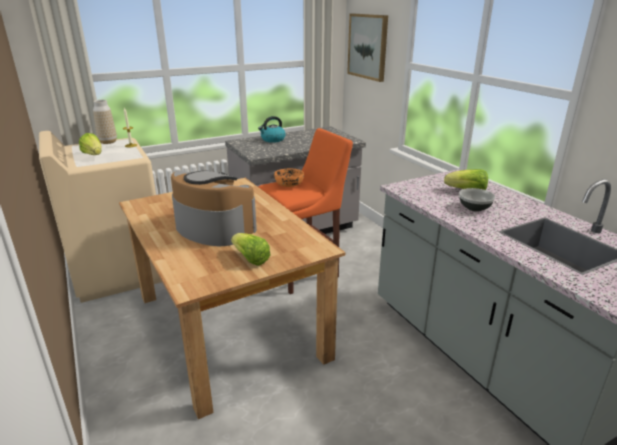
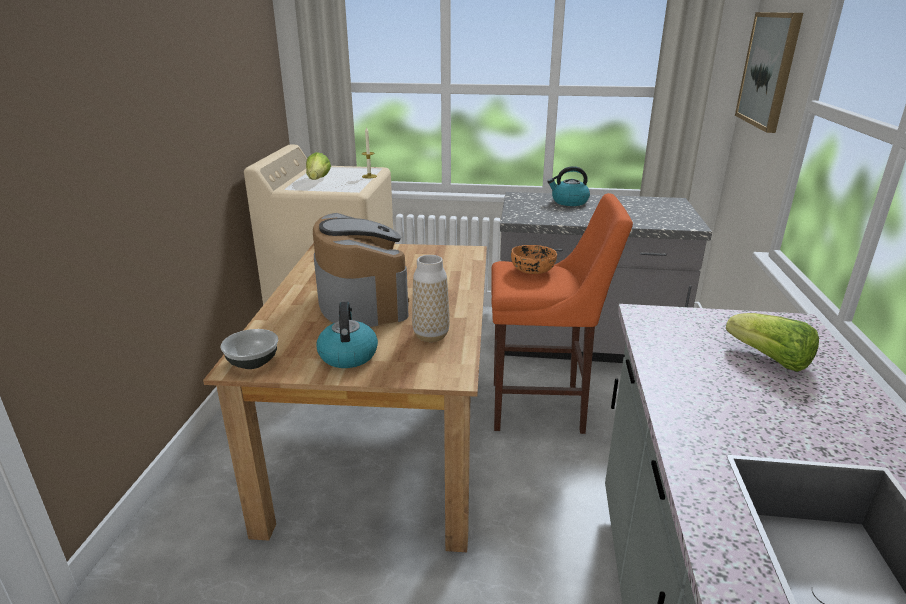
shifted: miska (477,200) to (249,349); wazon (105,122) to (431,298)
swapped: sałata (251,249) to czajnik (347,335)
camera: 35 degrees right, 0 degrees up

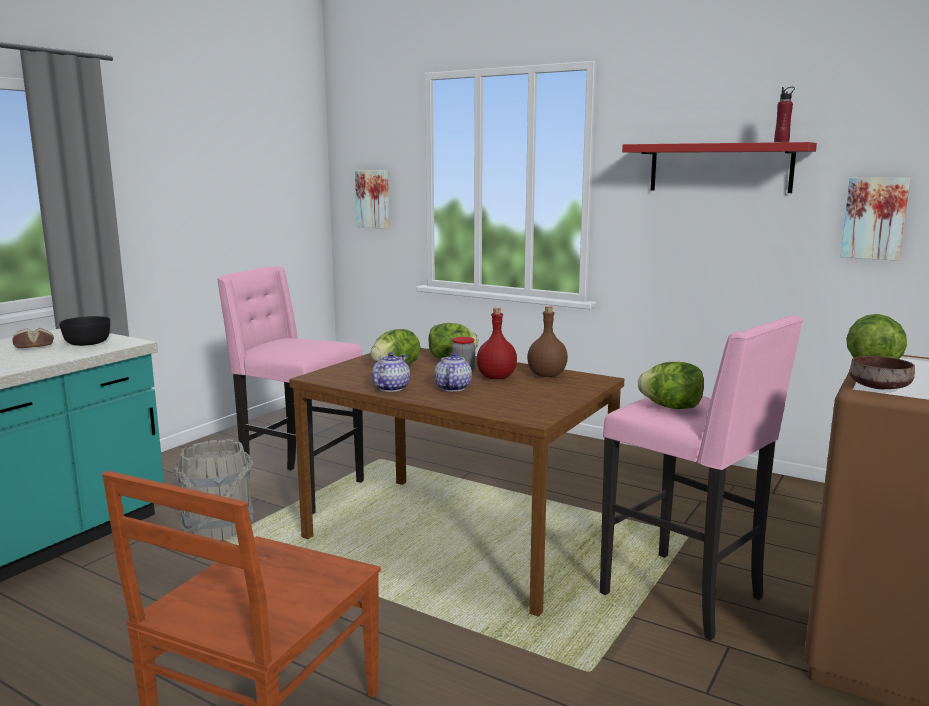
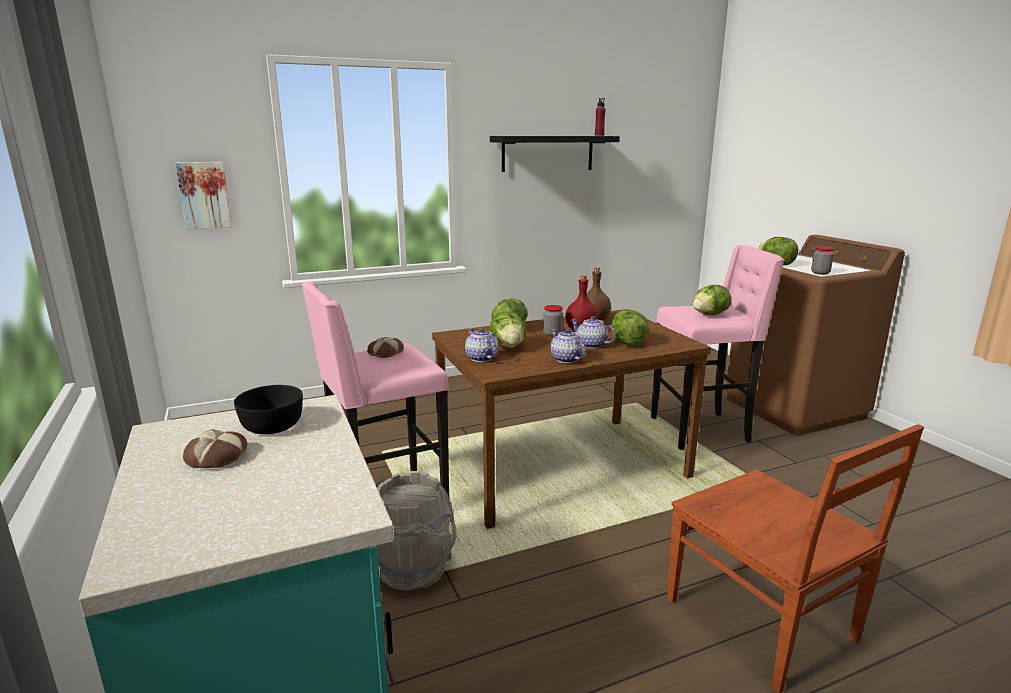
gone: obraz (876,219)
new: chleb (385,347); imbryk (481,345); sałata (630,327)
swapped: miska/brązowy (882,372) to słoik (822,260)
repainted: półka/czerwony (719,167) to półka/czarny (555,154)
camera: 55 degrees left, 5 degrees up

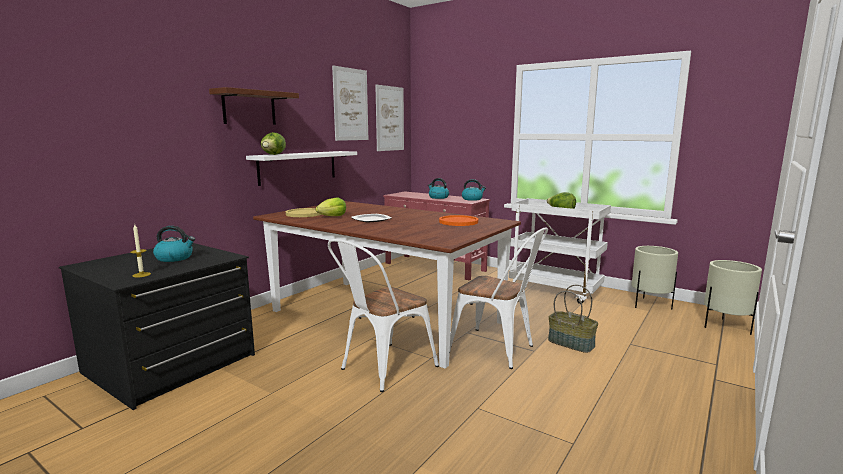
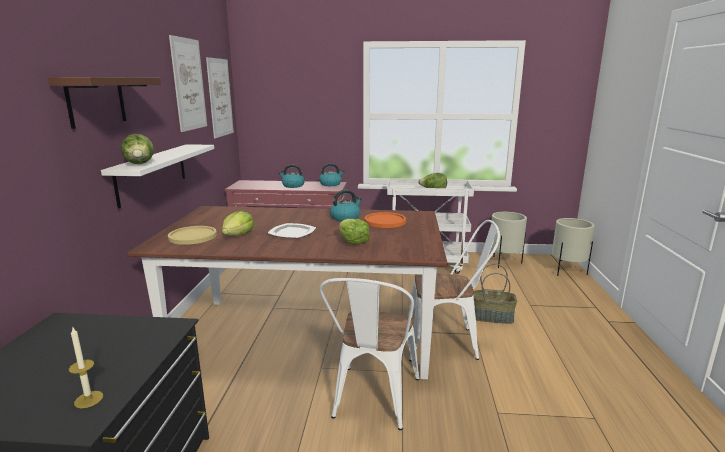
new: sałata (354,232)
shifted: czajnik (174,244) to (346,205)
camera: 30 degrees left, 5 degrees up

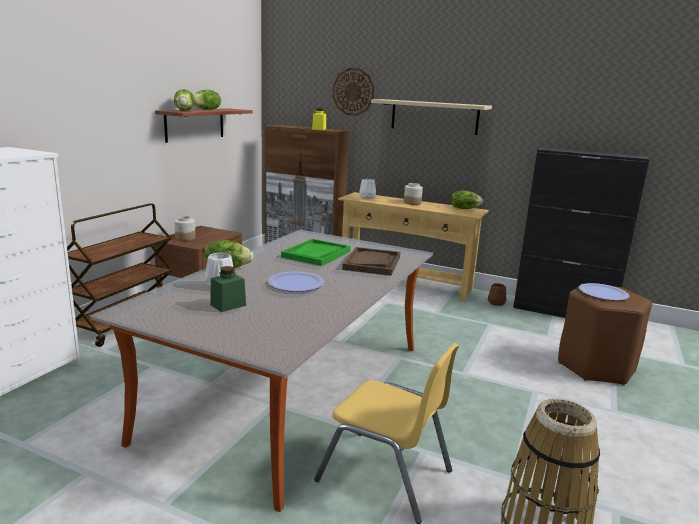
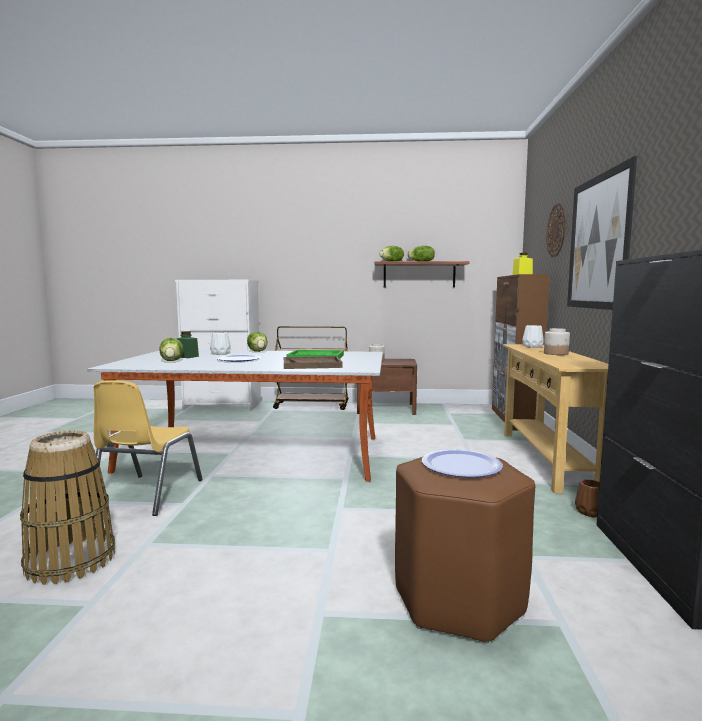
shifted: sałata (467,199) to (171,349)
swapped: półka/beżowy (431,117) to obraz (602,233)
camera: 70 degrees right, 10 degrees down

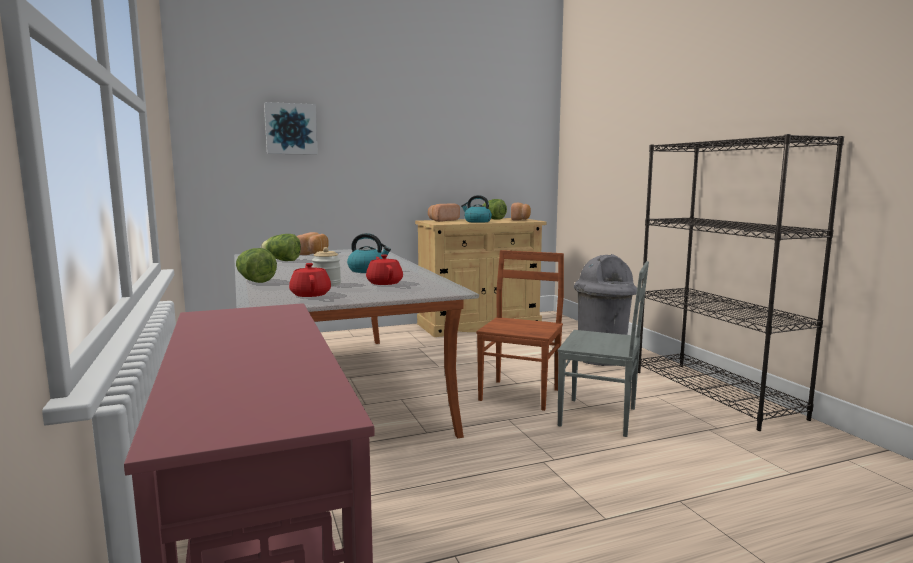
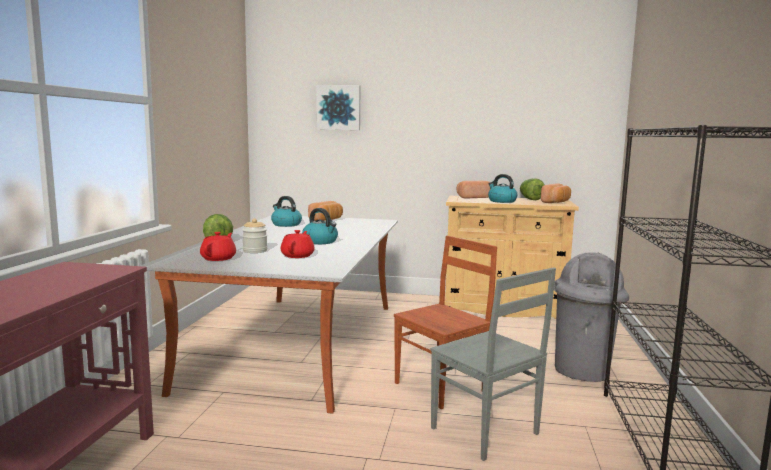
swapped: sałata (281,247) to czajnik (286,211)
camera: 30 degrees right, 0 degrees up

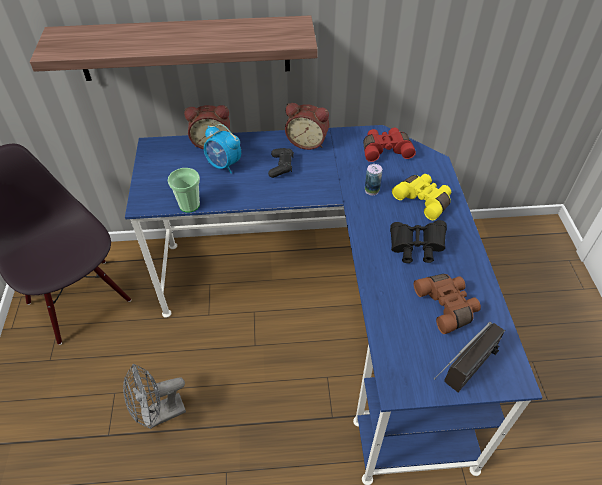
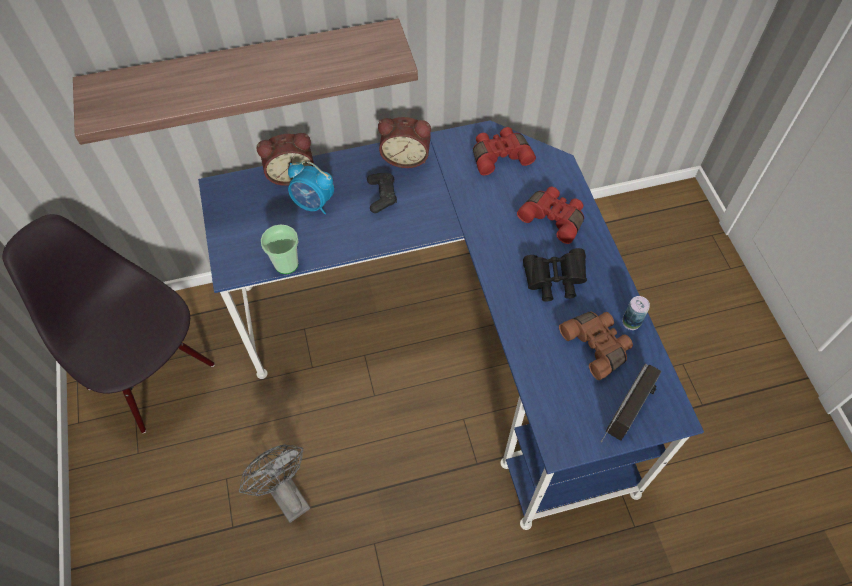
shifted: puszka (373,179) to (636,313)
repainted: lornetka/żółty (421,197) to lornetka/czerwony (550,215)
rotated: wentylator/szary (154,396) = (274,483) 90 degrees clockwise
camera: 10 degrees left, 10 degrees up

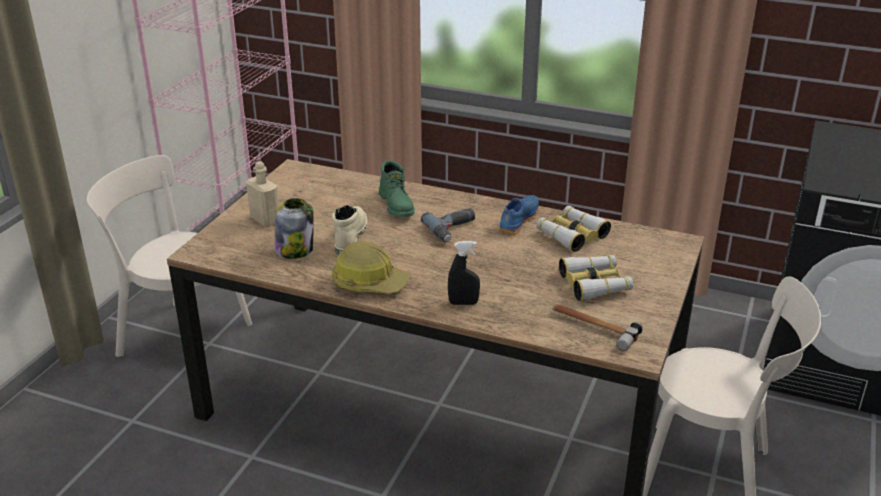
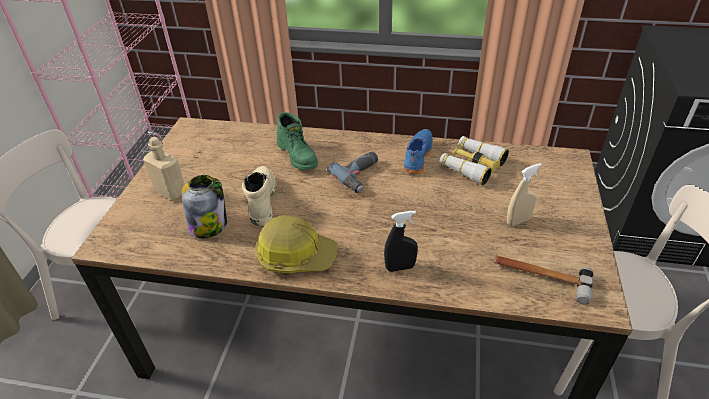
swapped: lornetka (596,278) to spryskiwacz/beżowy (524,194)
camera: 10 degrees left, 10 degrees up

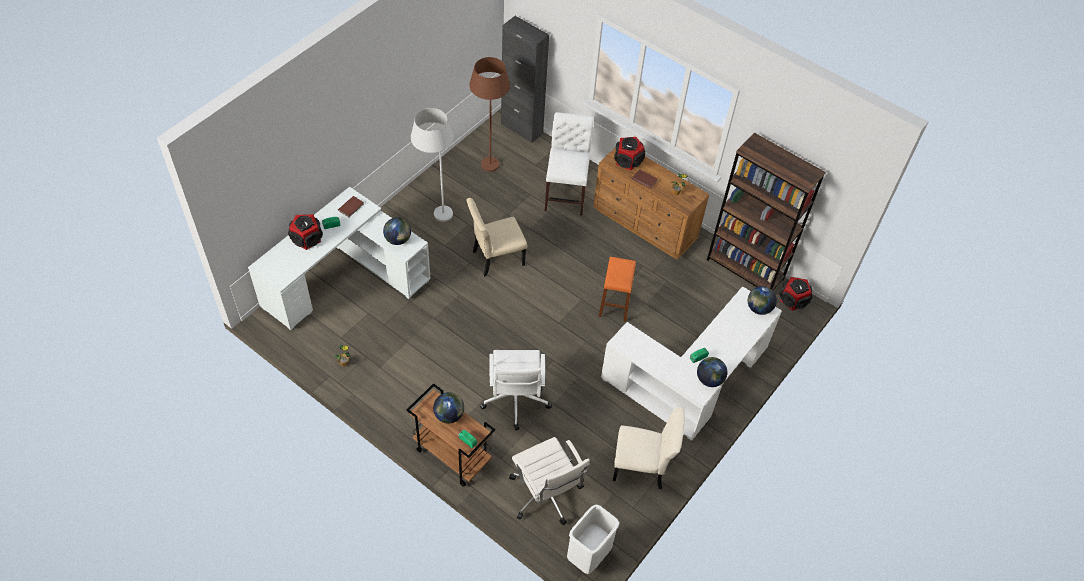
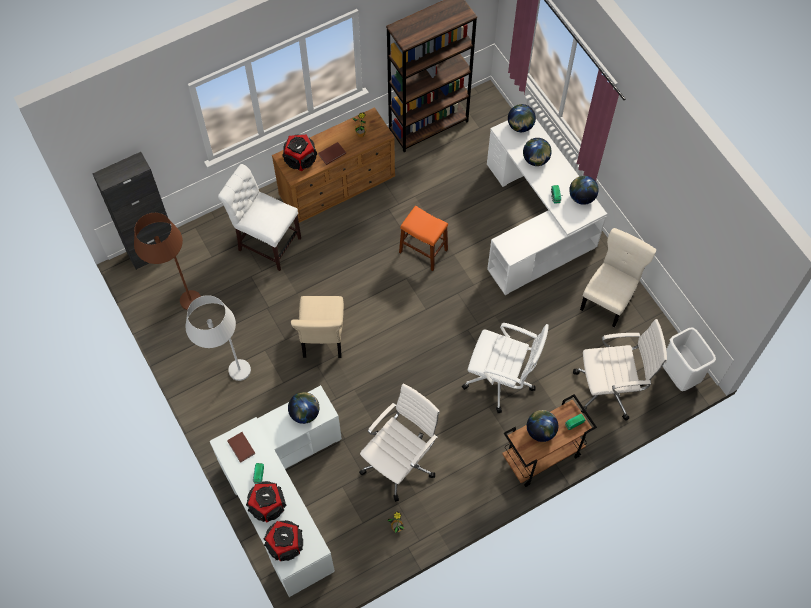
new: krzesło biurowe/biały (399,442); globus (537,152)
shifted: głośnik (796,294) to (283,540)
camera: 65 degrees left, 10 degrees up

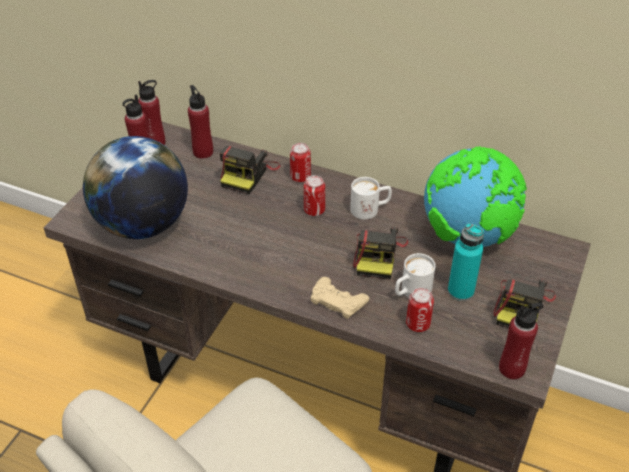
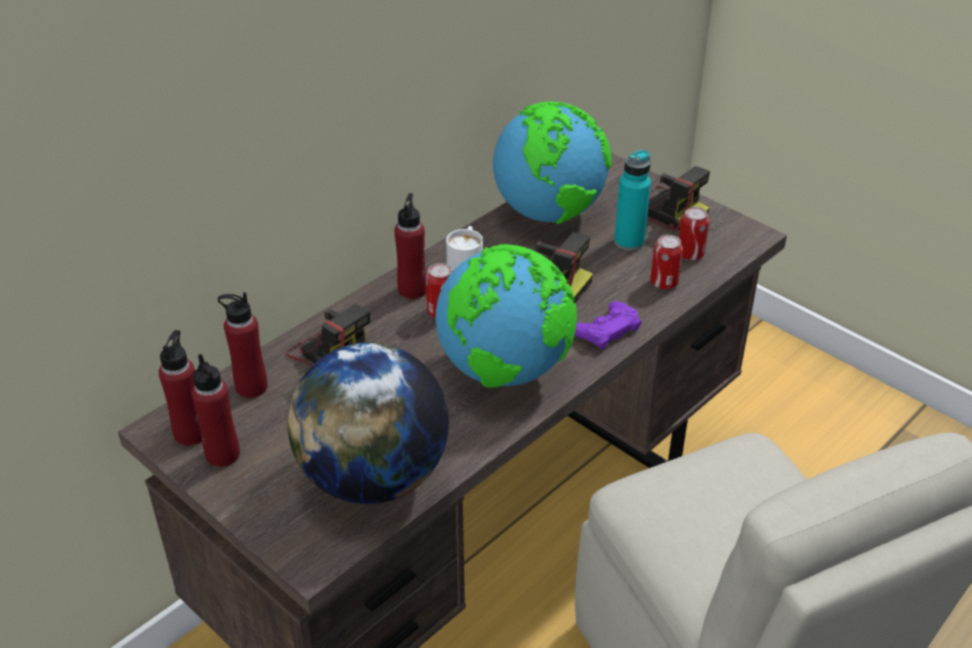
gone: kubek/biały (415,275)
new: globus (506,316)
shifted: butelka/czerwony (521,341) to (410,246); puszka (300,162) to (694,233)
repainted: pad do gier/beżowy (339,298) to pad do gier/fioletowy (608,325)
camera: 70 degrees left, 5 degrees down

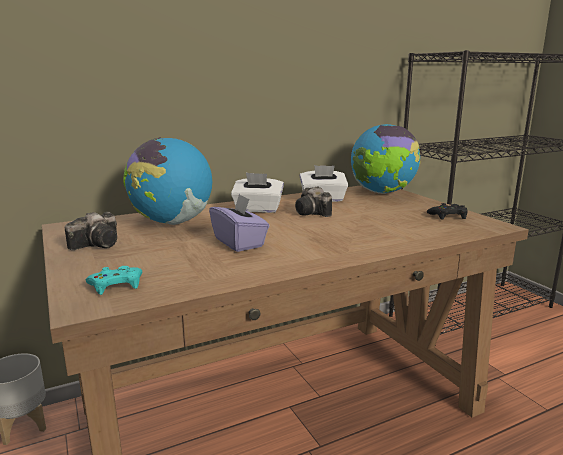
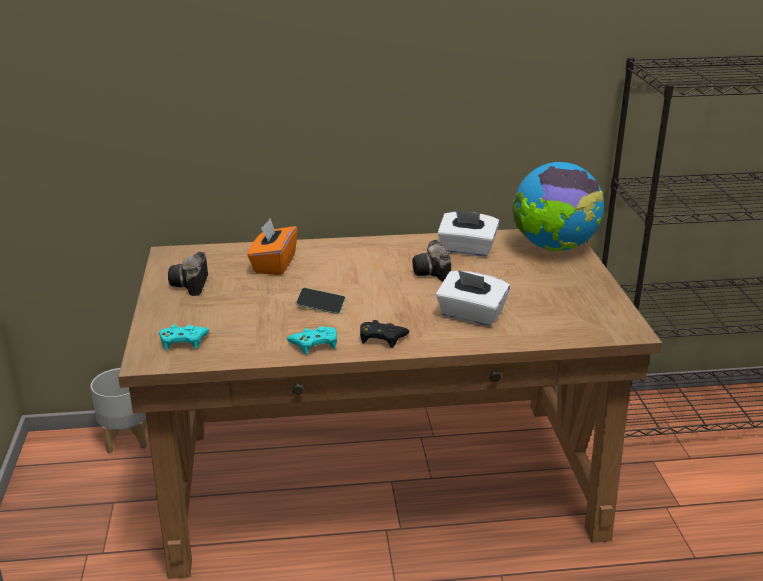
new: pad do gier/turkusowy (312,340)
shifted: pad do gier/czarny (447,211) to (384,334); pudełko chusteczek/biały (257,193) to (473,298)
swapped: globus (167,181) to pudełko chusteczek/pomarańczowy (272,246); pudełko chusteczek/fioletowy (239,223) to telefon (321,300)
rotated: aparat fotograficzny (91,231) = (188,274) 120 degrees clockwise
camera: 20 degrees right, 10 degrees up

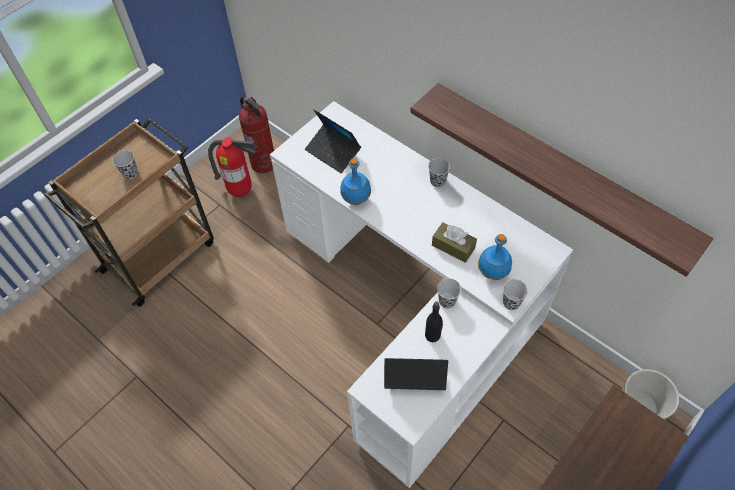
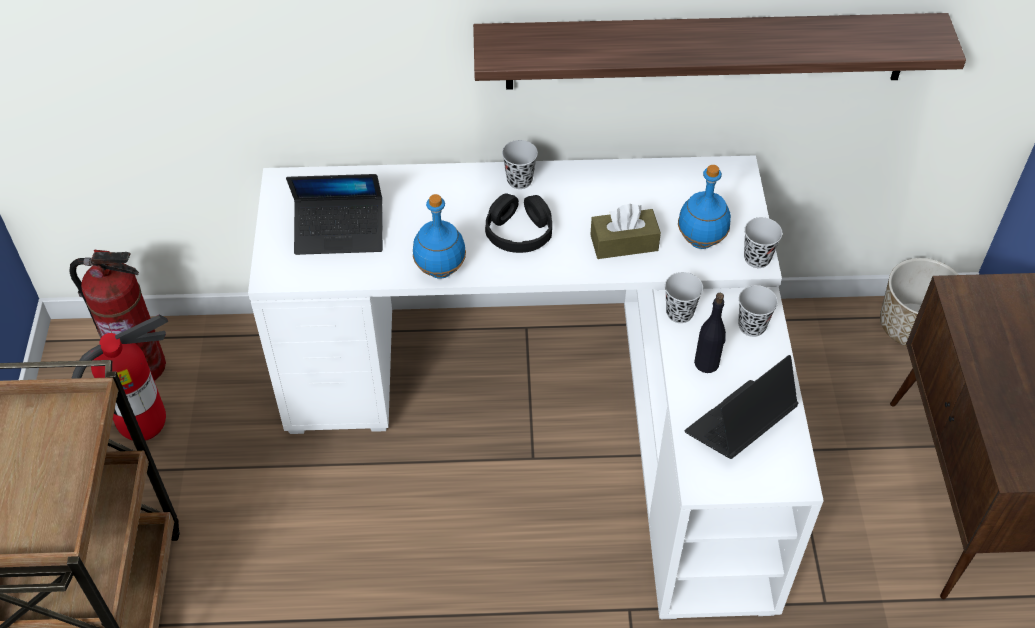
new: słuchawki/czarny (518,223)
shifted: filiżanka/czarny (125,164) to (758,311)
camera: 45 degrees left, 5 degrees down

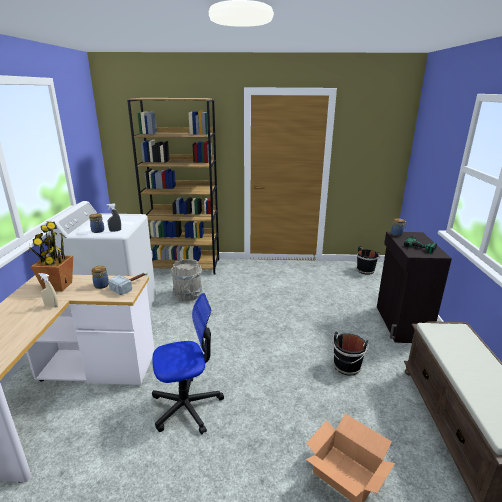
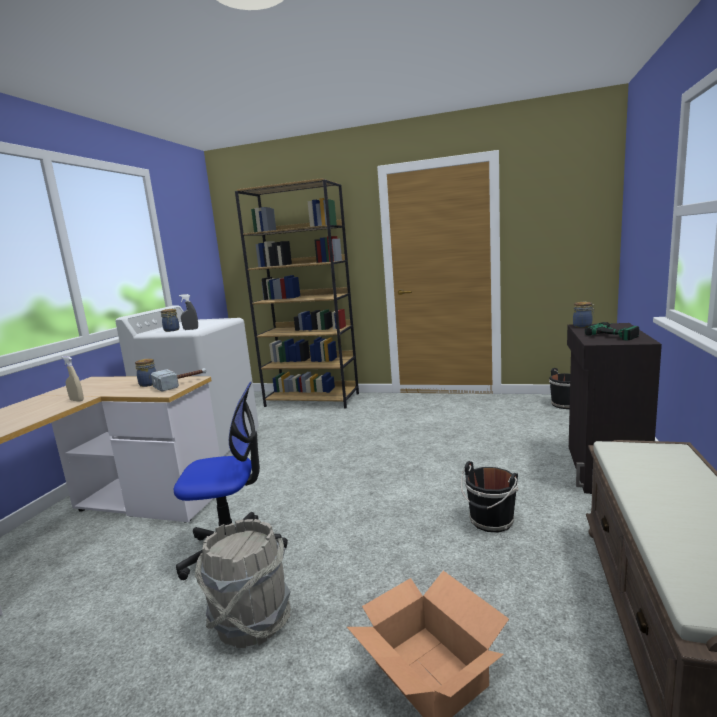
gone: roślina doniczkowa (51,256)
shifted: wiadro/szary (186,280) to (243,583)
camera: 15 degrees right, 10 degrees down

